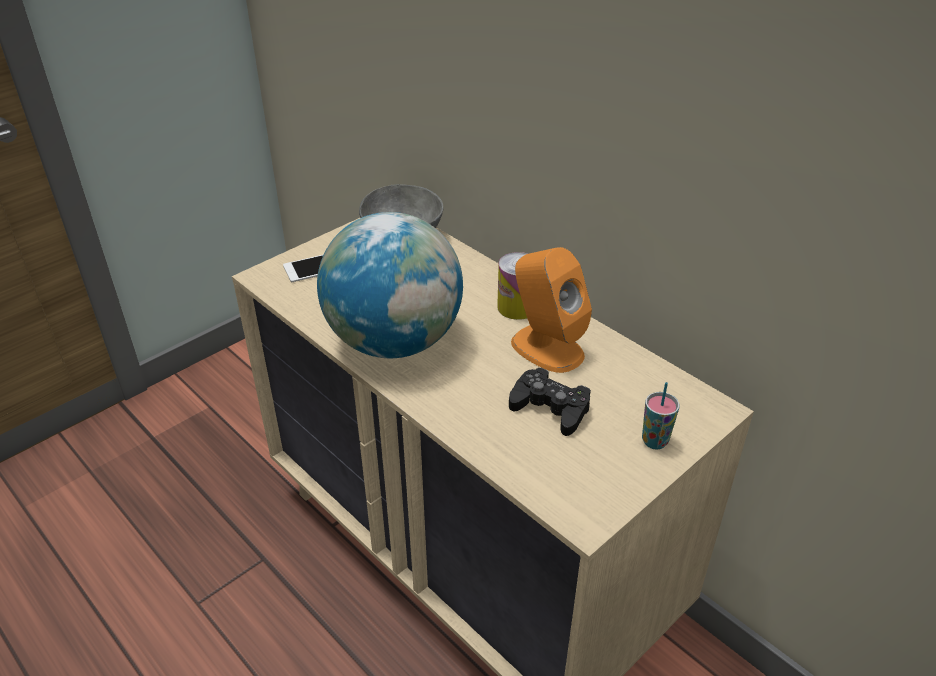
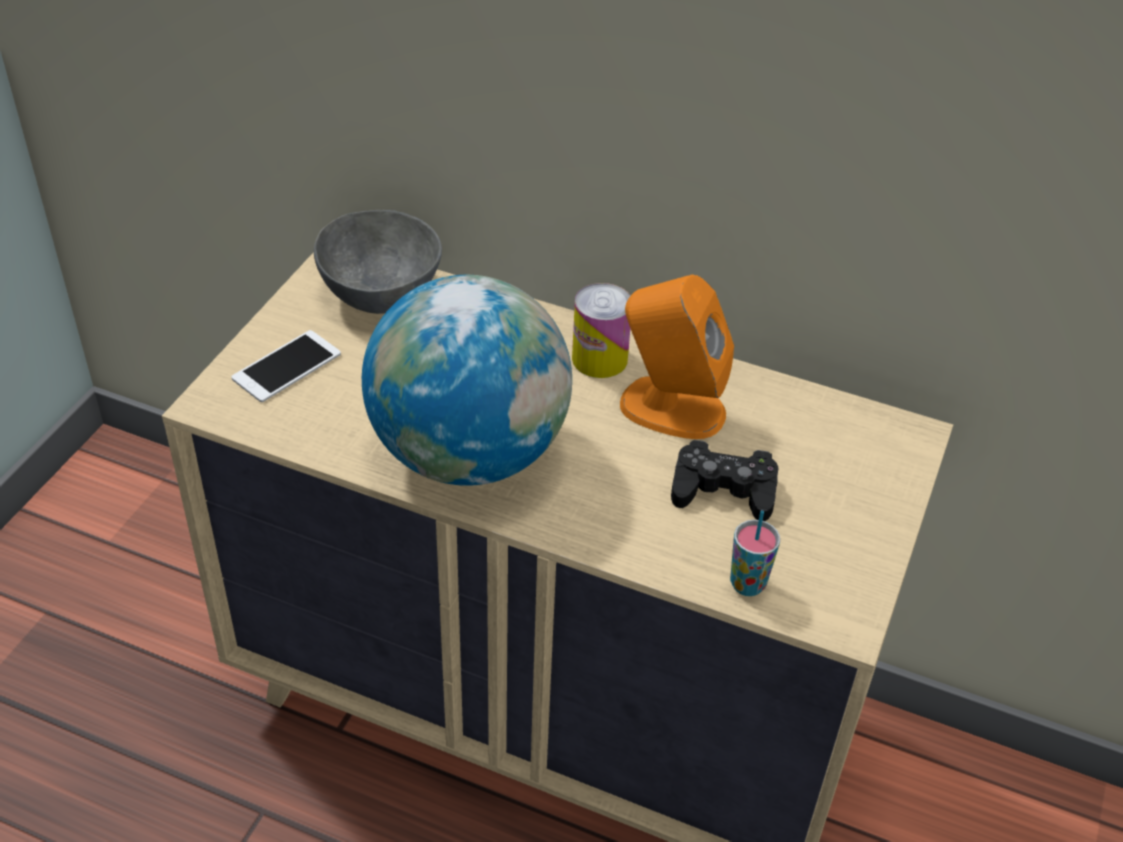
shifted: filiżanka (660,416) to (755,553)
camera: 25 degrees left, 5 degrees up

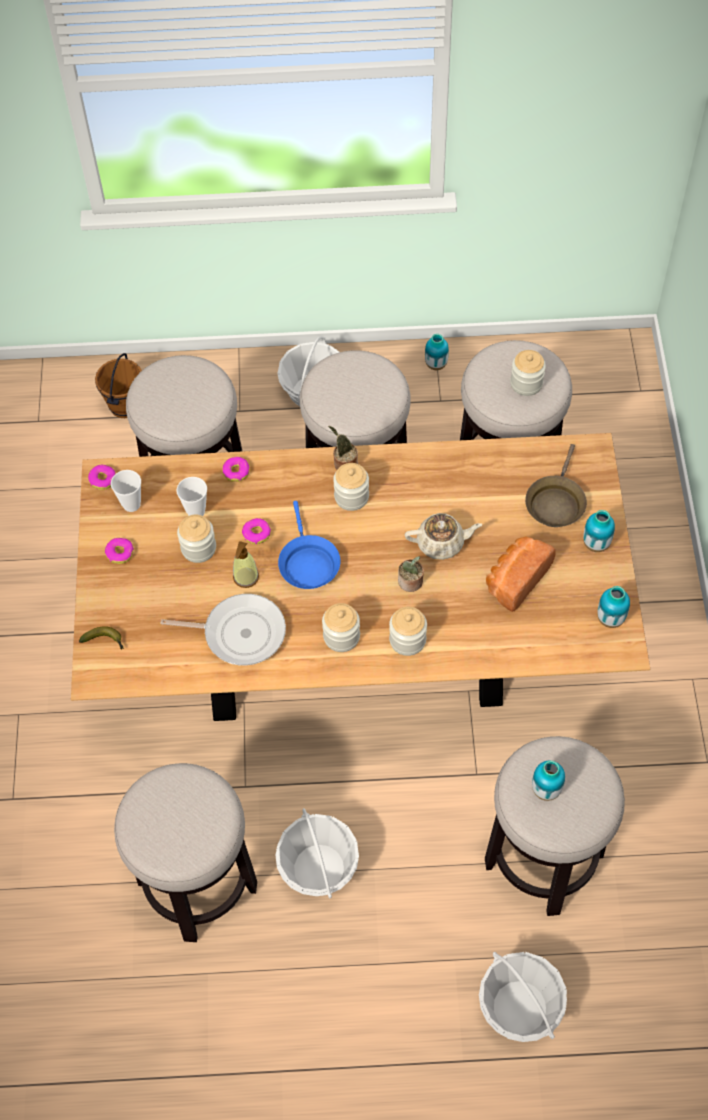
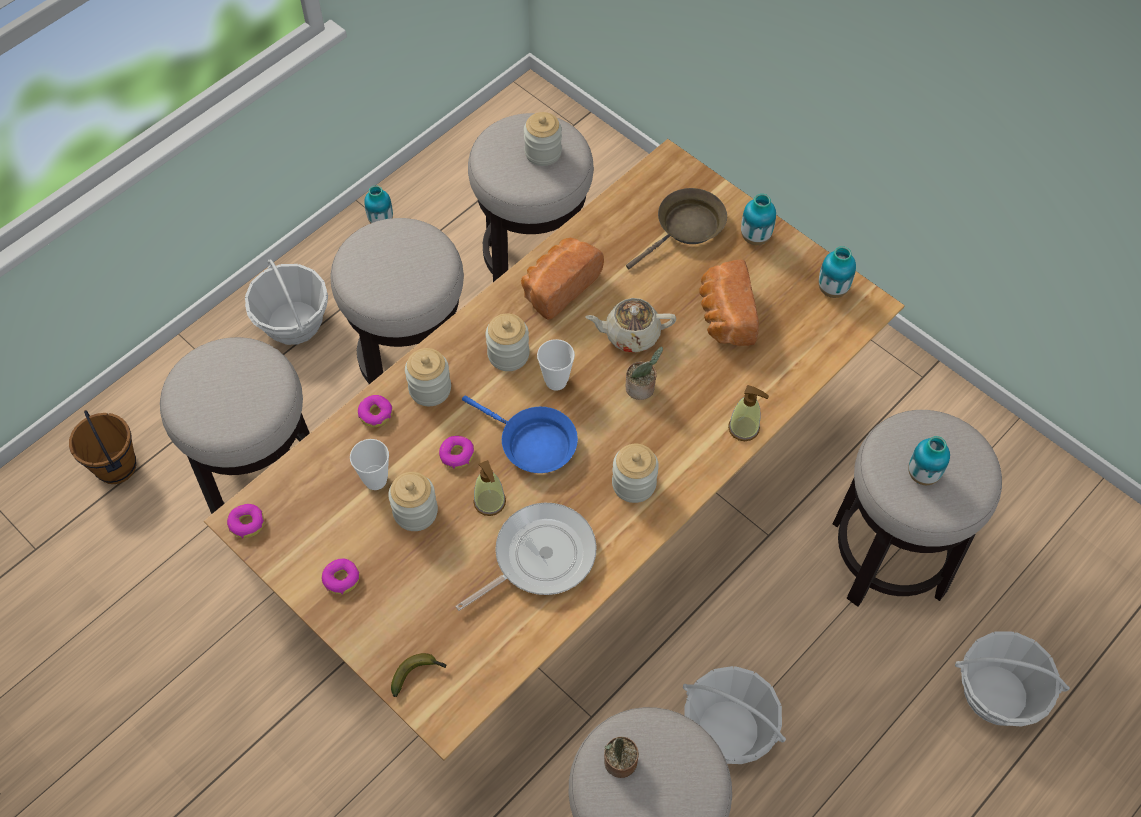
new: chleb (562,279); dozownik mydła (748,413)
shifted: słoik (408,631) to (428,377); filiżanka (126,491) to (556,365); roślina doniczkowa (343,448) to (621,757)
rotated: imbryk/beżowy (444,536) = (631,325) 135 degrees counterclockwise; patelnia/brązowy (556,485) = (676,228) 105 degrees counterclockwise
camera: 45 degrees left, 0 degrees up

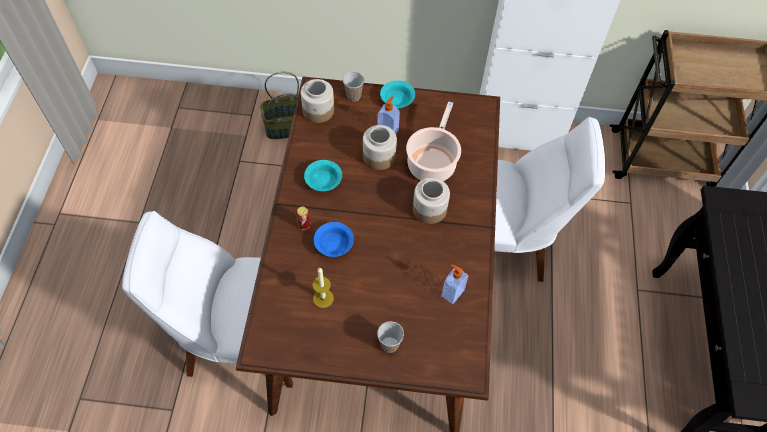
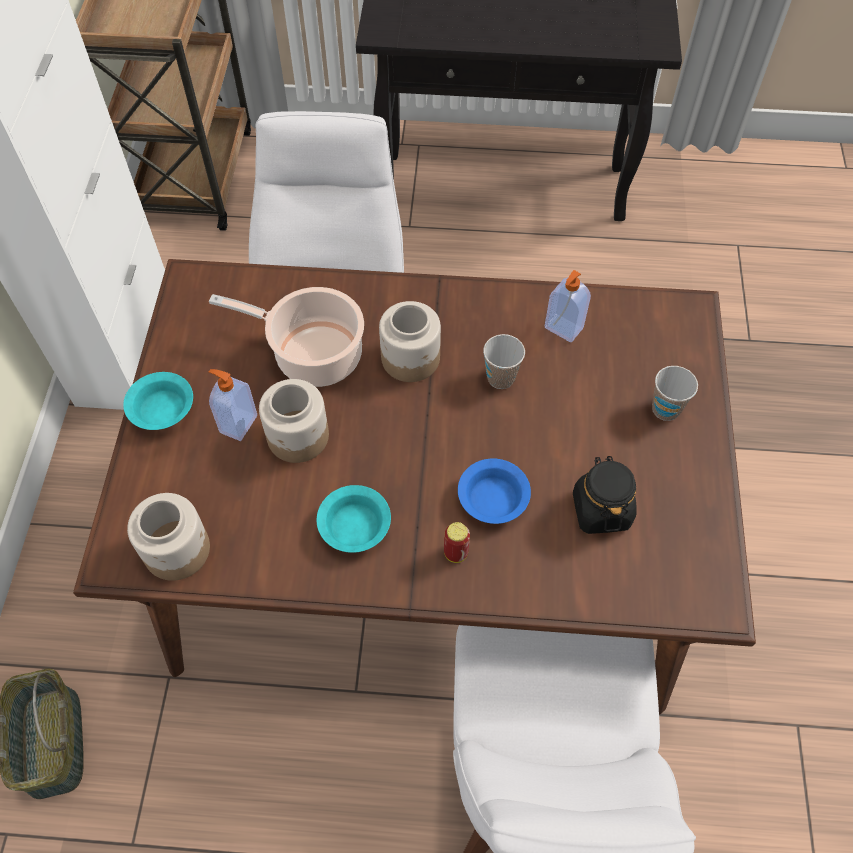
shifted: filiżanka (353,87) to (504,361)
swapped: świeca (323,288) to słoik/czarny (605,495)
camera: 90 degrees left, 0 degrees up

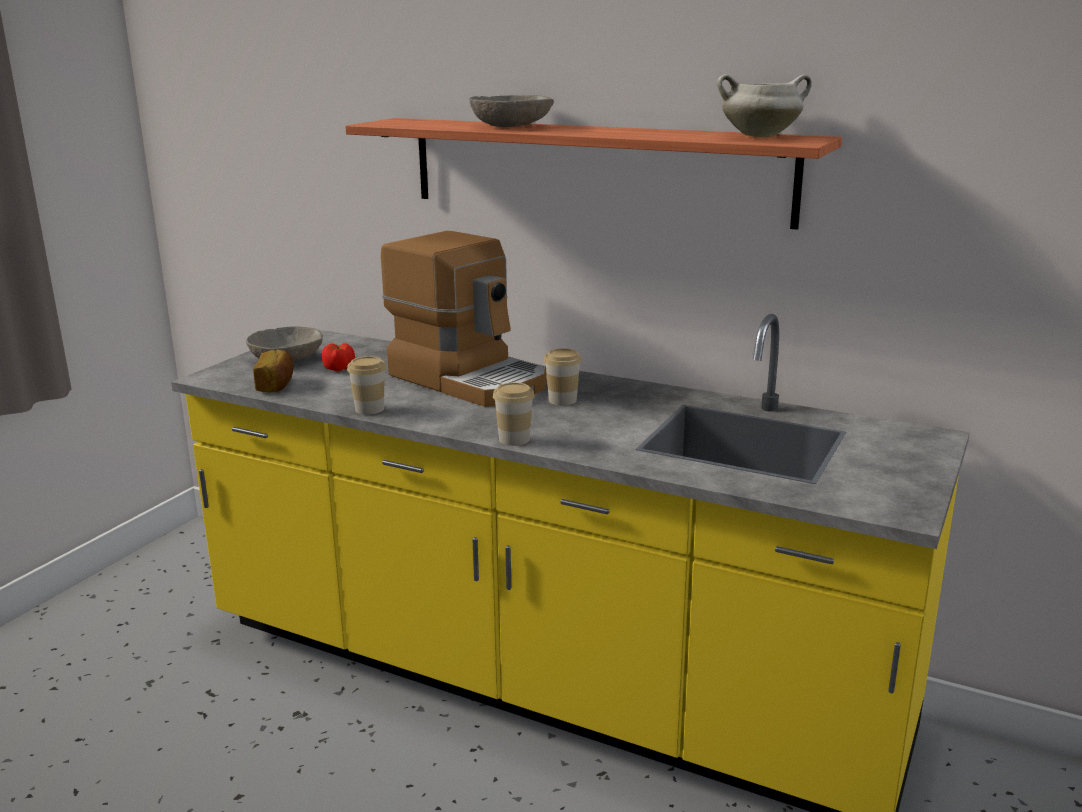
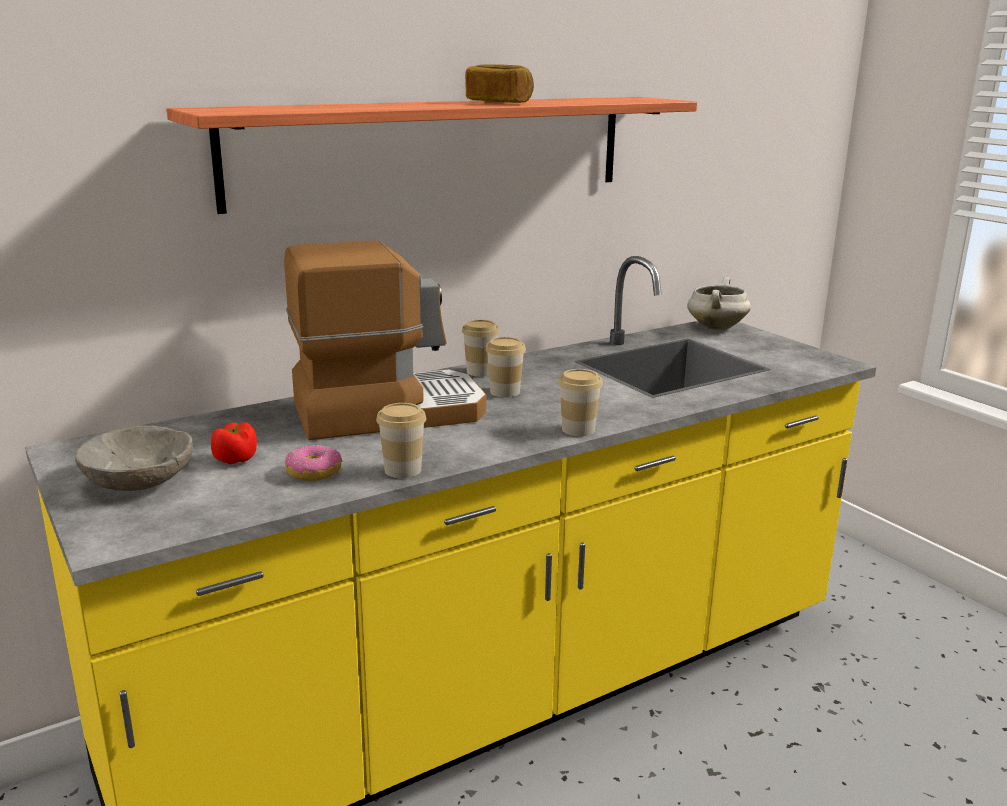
gone: miska/szary (511,111)
new: donut (313,463); filiżanka (481,348)
shifted: chleb (273,371) to (499,83); garnek/biały (764,106) to (719,303)
camera: 60 degrees left, 0 degrees up

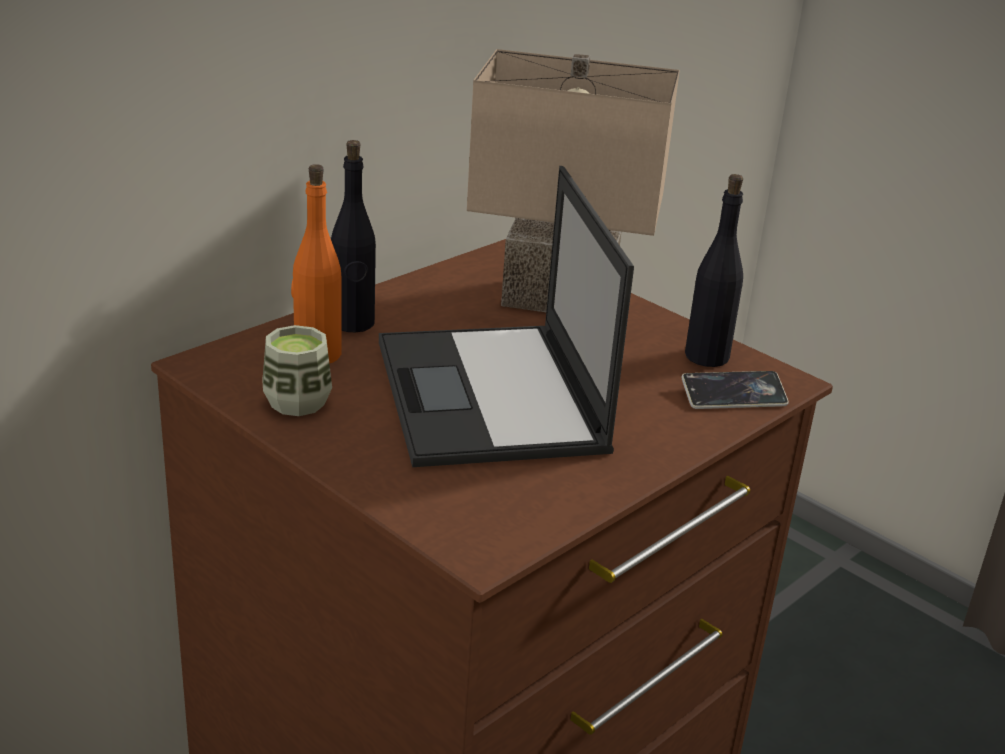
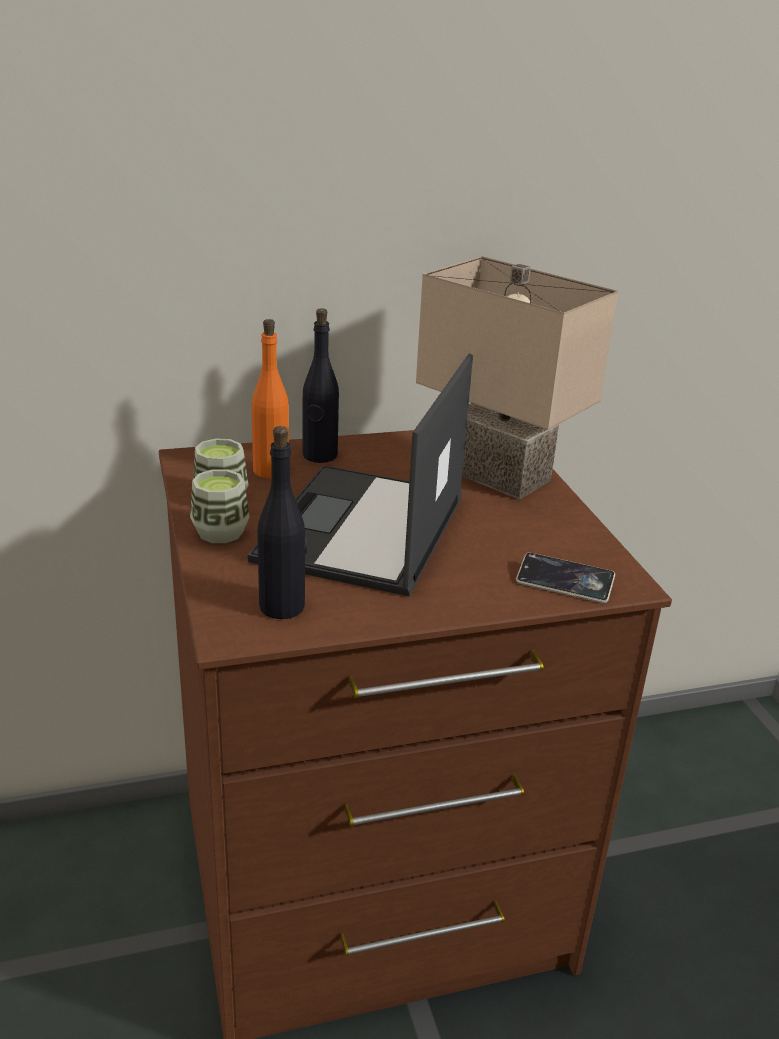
new: filiżanka (220,506)
shifted: butelka/czarny (714,270) to (282,522)
camera: 30 degrees right, 0 degrees up

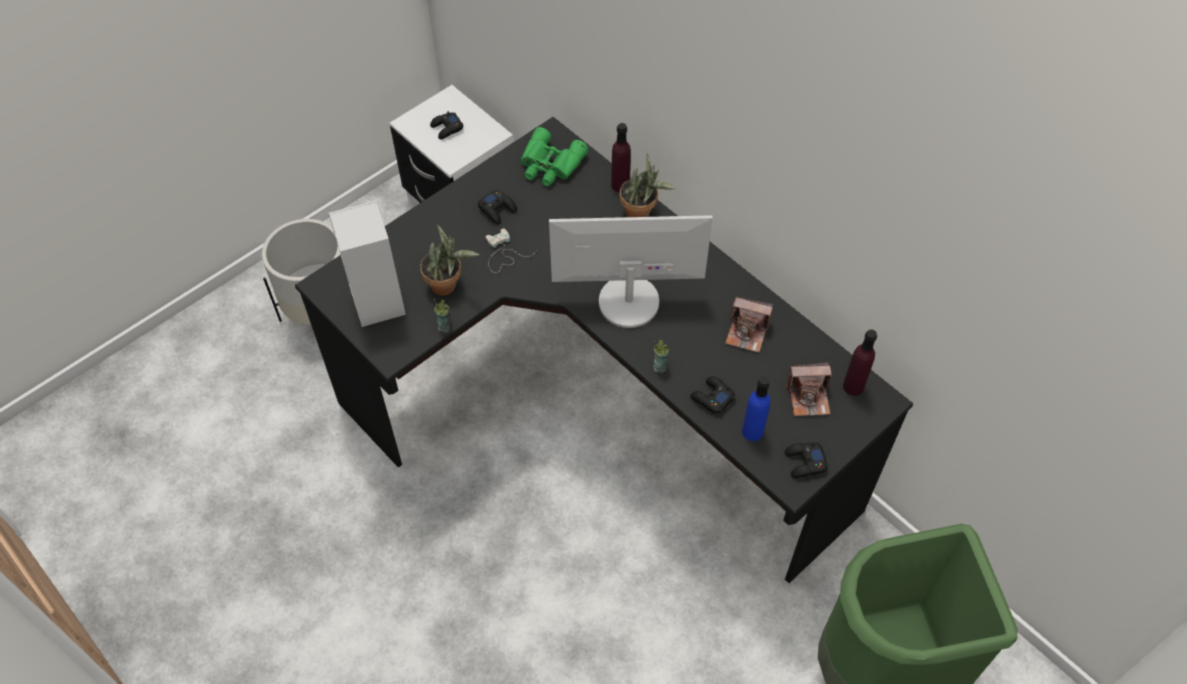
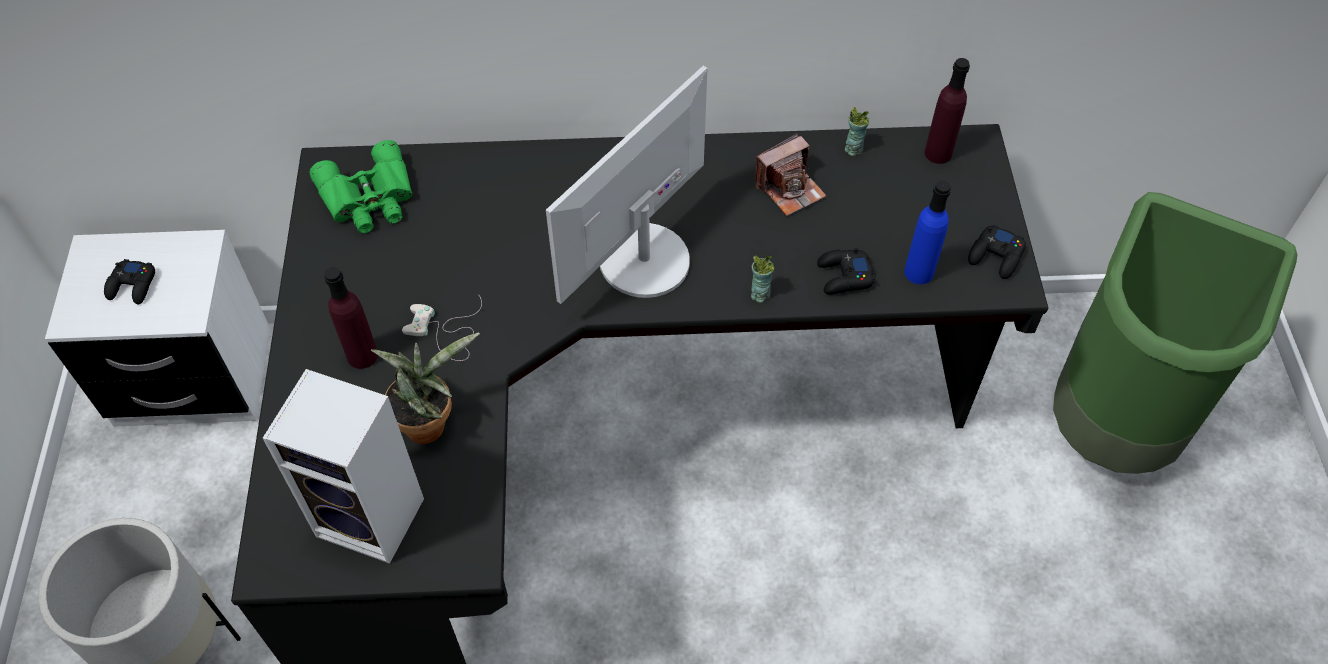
gone: pad do gier/czarny (497,207); roślina doniczkowa (647,185); aparat fotograficzny (809,389)
shifted: butelka/fioletowy (621,157) to (351,318); filiżanka (443,316) to (857,131)
camera: 50 degrees left, 0 degrees up

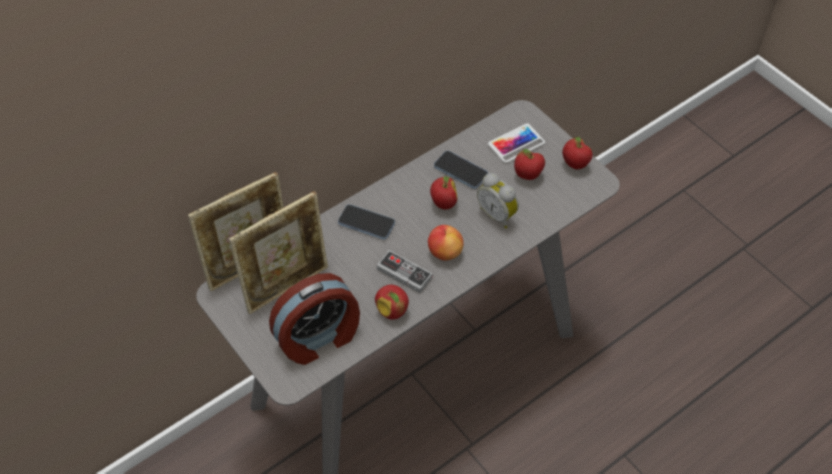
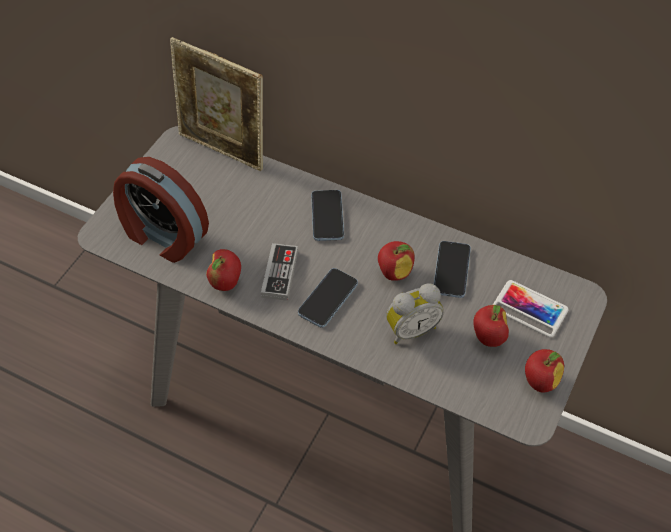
gone: ramka na zdjęcie (278,252)
swapped: jabłko (446,242) to telefon (328,298)
rotated: budzik (498,200) = (415,313) 135 degrees counterclockwise
camera: 65 degrees right, 0 degrees up

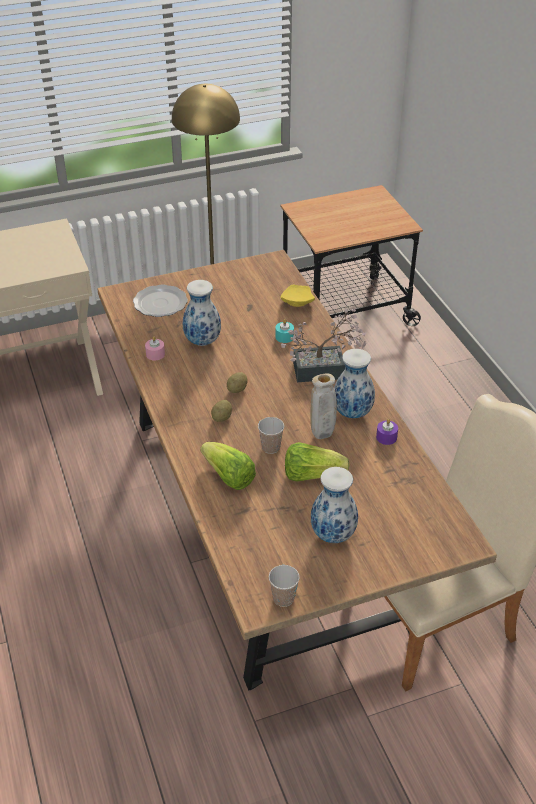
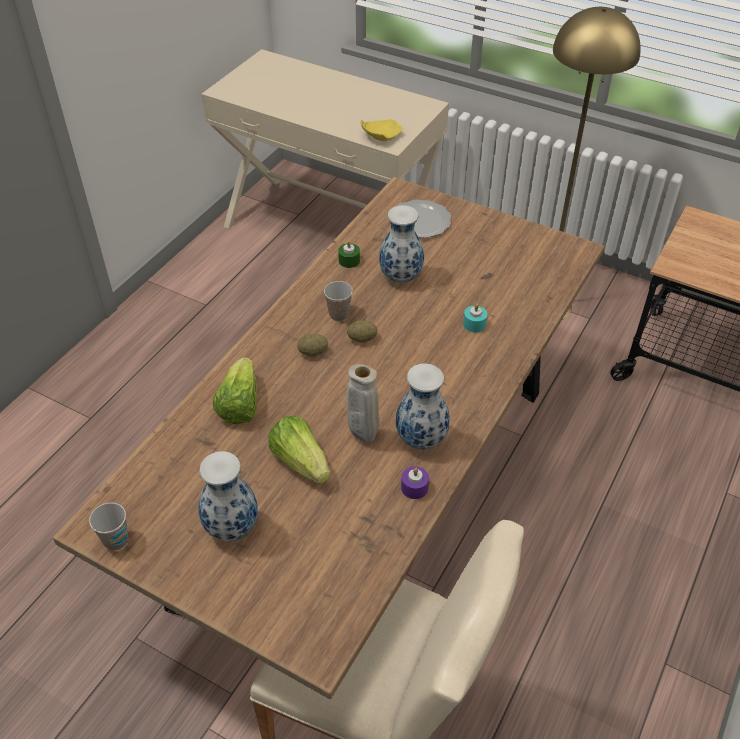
gone: roślina doniczkowa (323,345)
shifted: filiżanka (271,435) to (338,301); talerz/żółty (297,296) to (381,130)
repainted: świeca/różowy (155,348) to świeca/zielony (349,254)
camera: 50 degrees right, 5 degrees up

